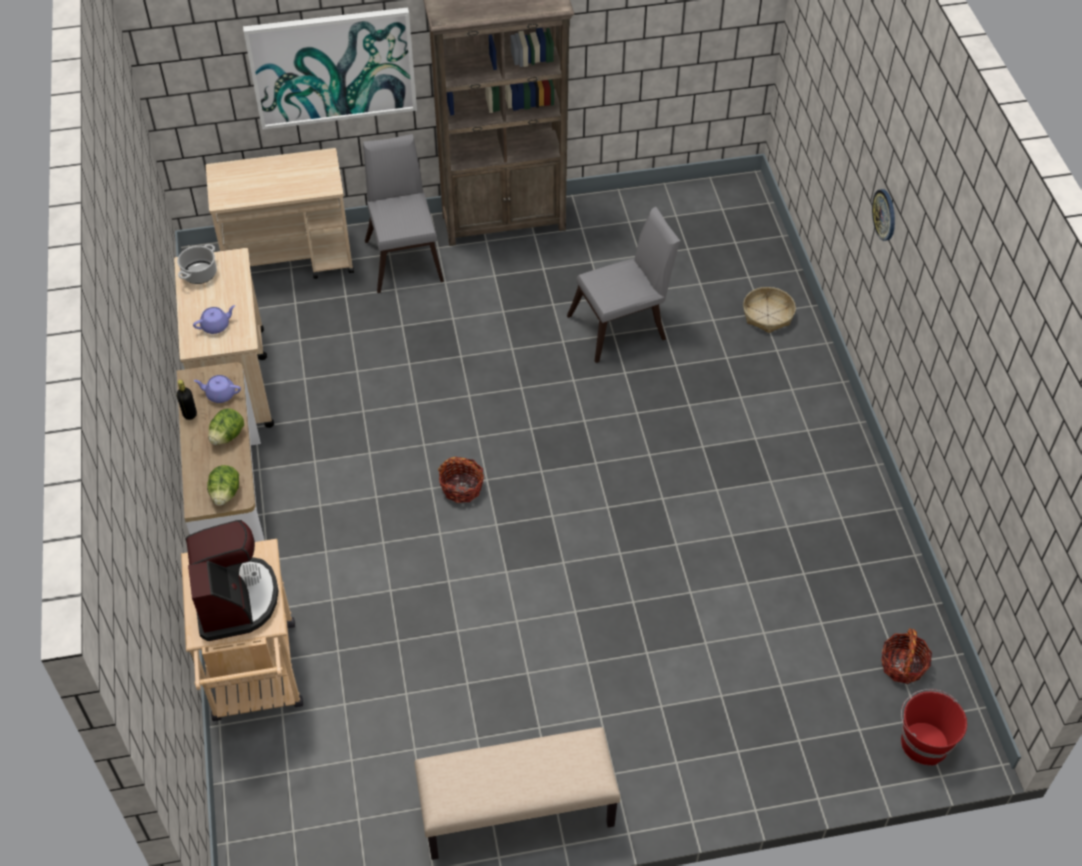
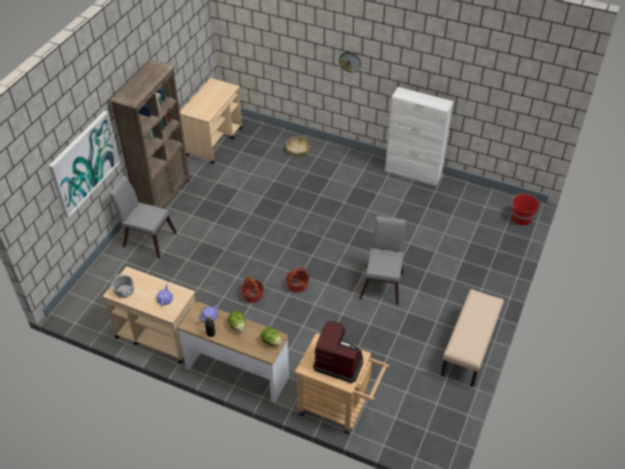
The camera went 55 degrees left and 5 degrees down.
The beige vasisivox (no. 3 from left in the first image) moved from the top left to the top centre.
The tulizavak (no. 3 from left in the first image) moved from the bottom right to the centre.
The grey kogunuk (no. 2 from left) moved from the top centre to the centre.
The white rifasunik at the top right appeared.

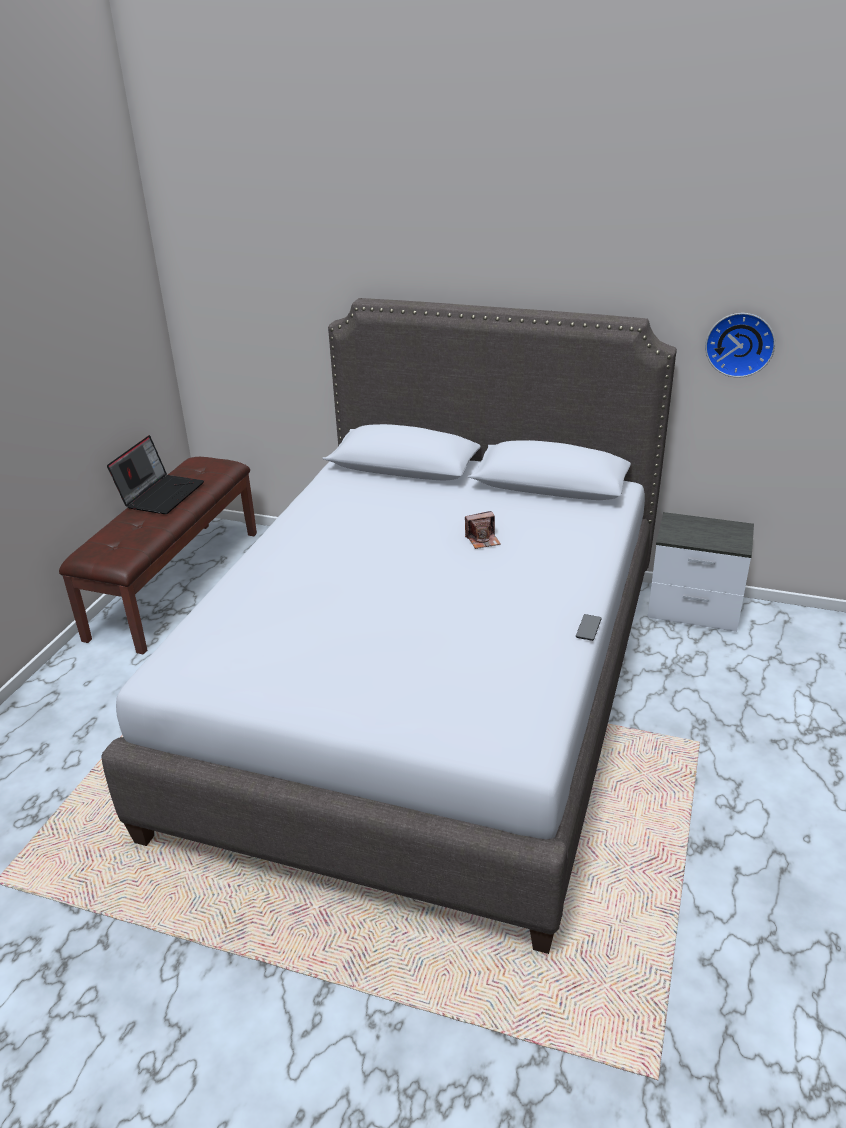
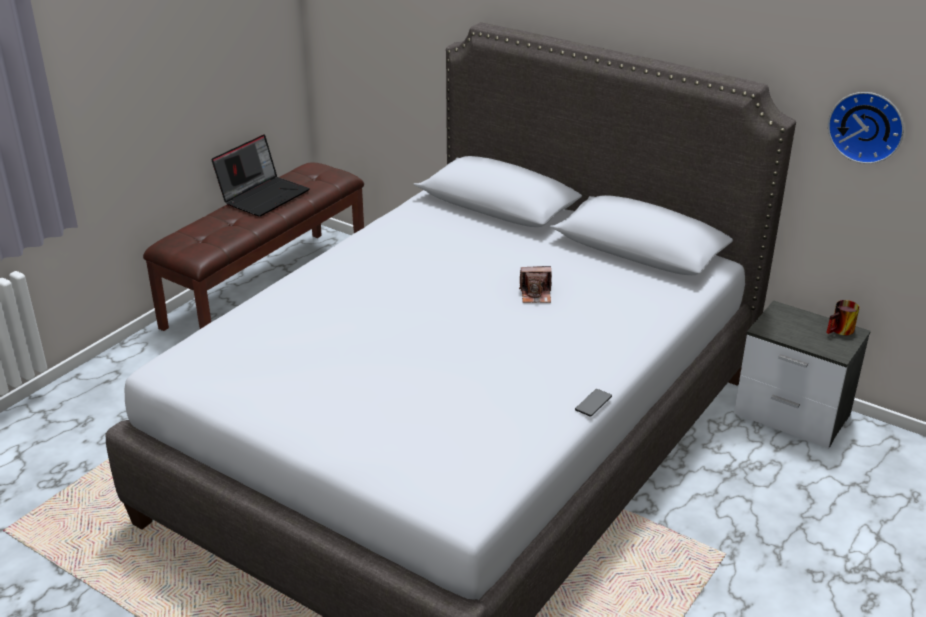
The camera went 15 degrees right and 0 degrees up.
The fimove at the middle right appeared.

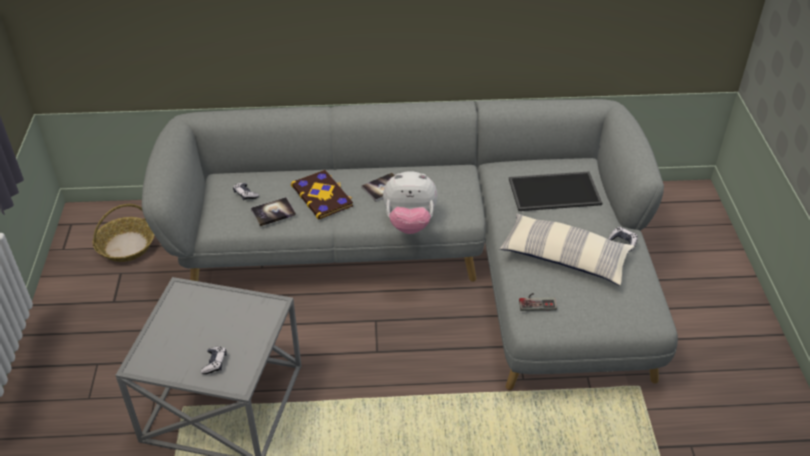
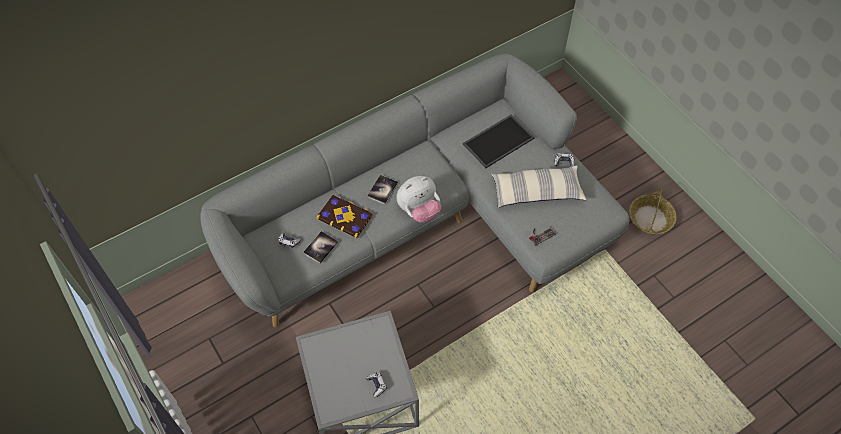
The camera went 30 degrees left and 15 degrees up.
The tulizavak moved from the middle left to the middle right.

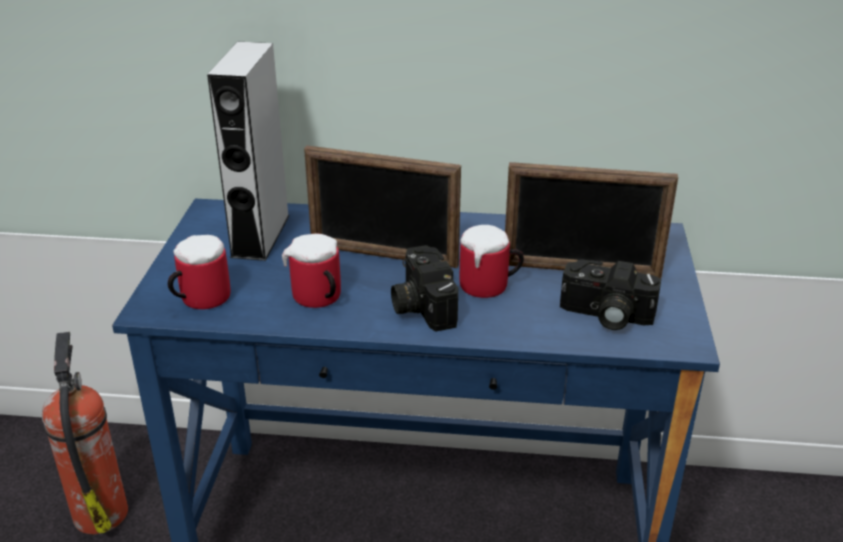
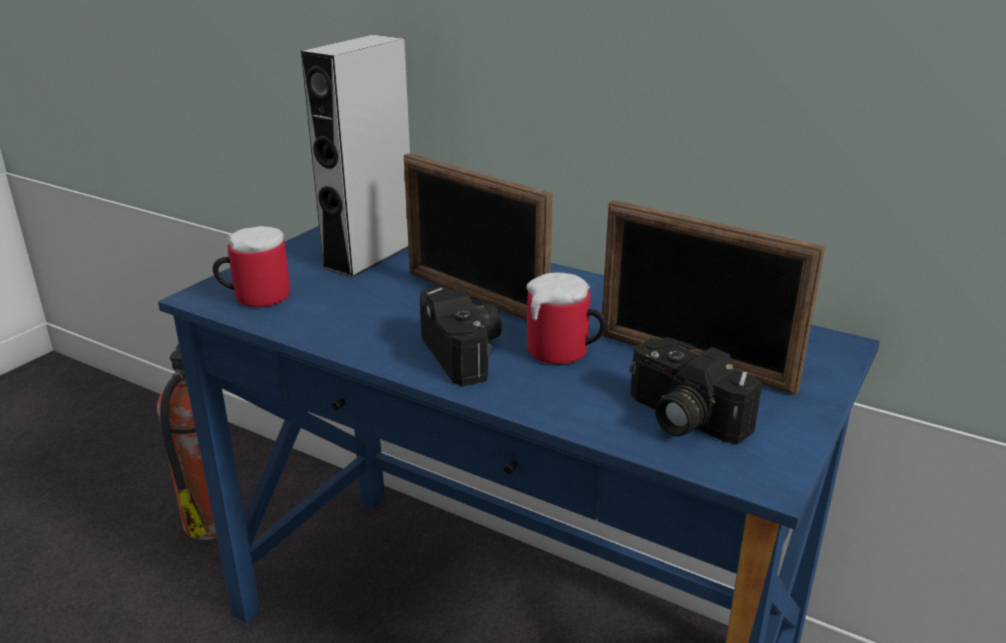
The camera went 25 degrees right and 5 degrees down.
The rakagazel (no. 1 from left) at the centre turned 150 degrees clockwise.
The fimove (no. 2 from left) at the centre disappeared.

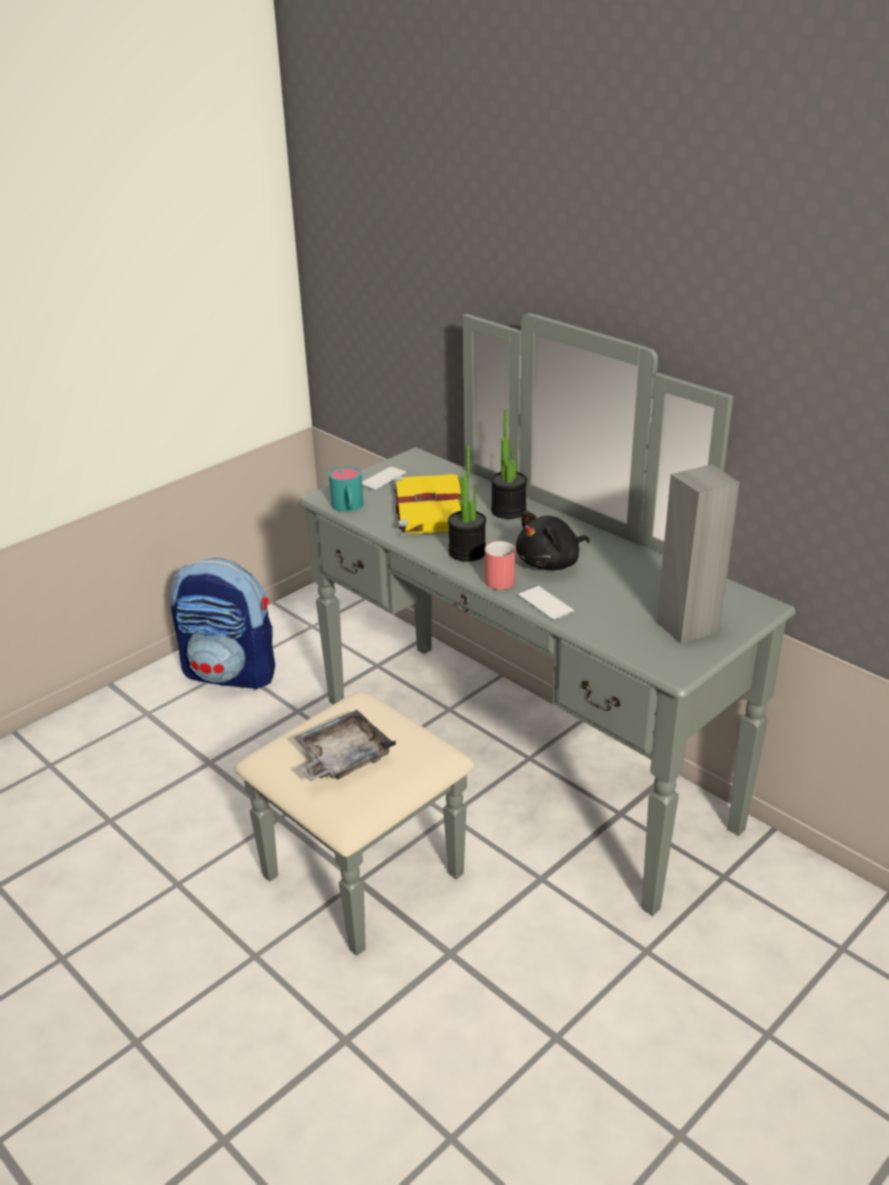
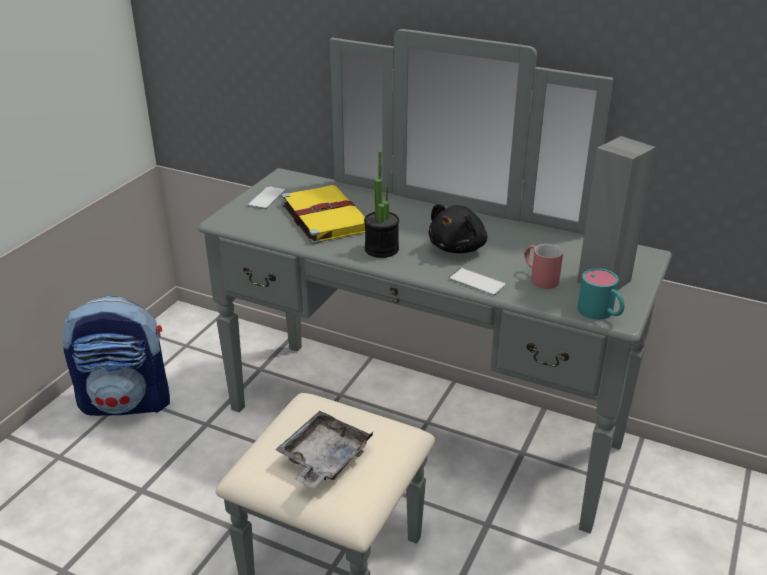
The camera went 20 degrees left and 0 degrees up.
The red fimove moved from the centre to the middle right.
The turquoise fimove moved from the centre to the middle right.
The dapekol (no. 2 from left) at the centre disappeared.

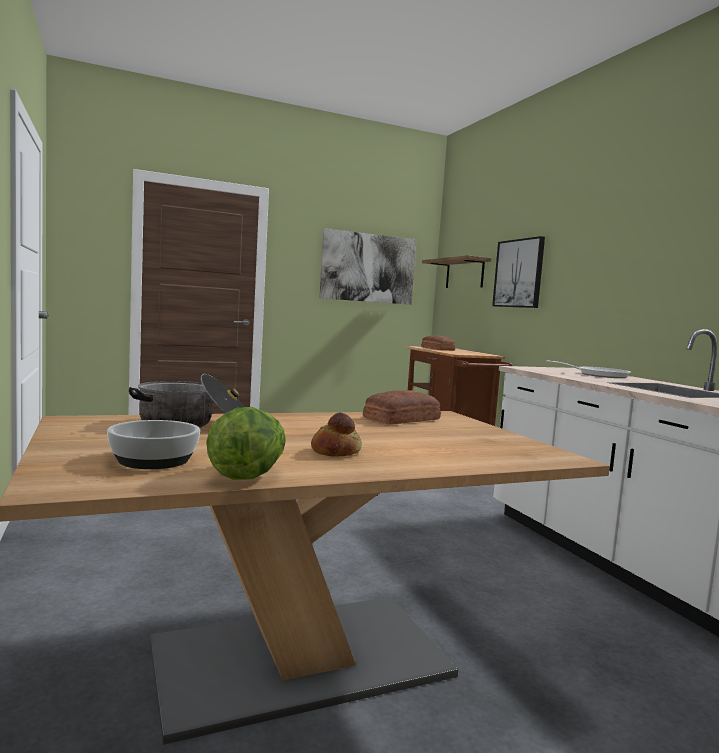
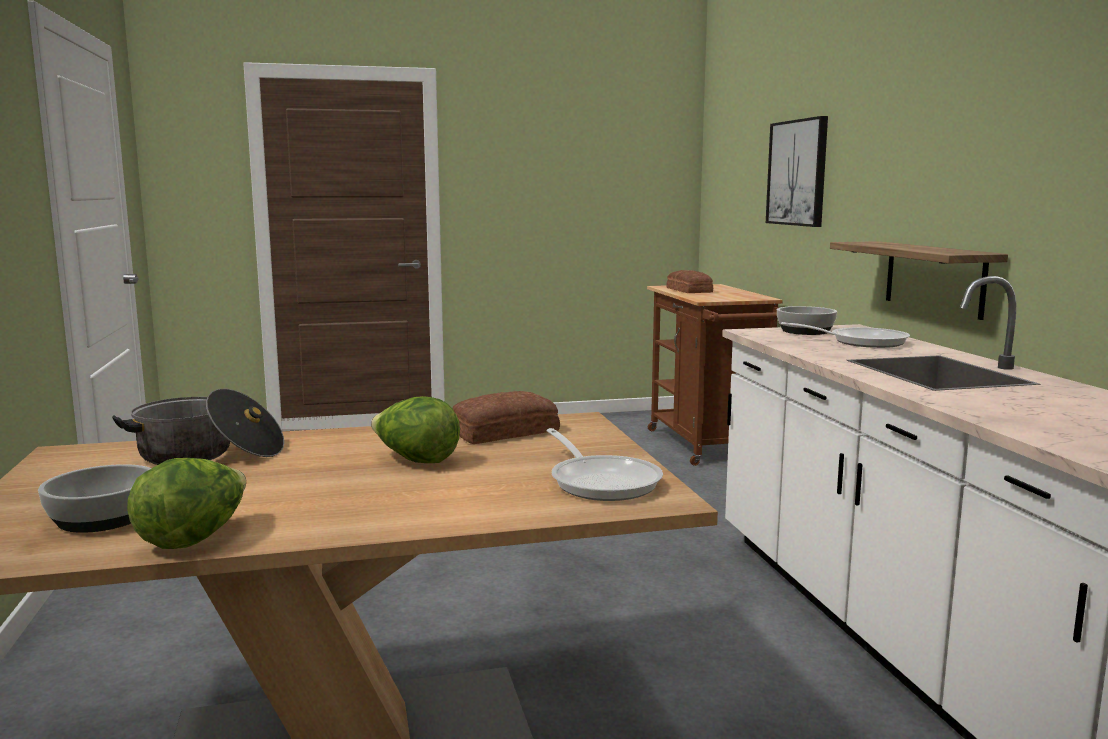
The camera went 10 degrees right and 5 degrees up.
The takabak (no. 2 from left) at the centre appeared.
The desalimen (no. 1 from left) at the centre appeared.
The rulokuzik (no. 2 from left) at the middle right appeared.
The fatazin moved from the centre to the middle right.
The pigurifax (no. 1 from left) at the centre disappeared.
The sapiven (no. 1 from left) at the centre disappeared.

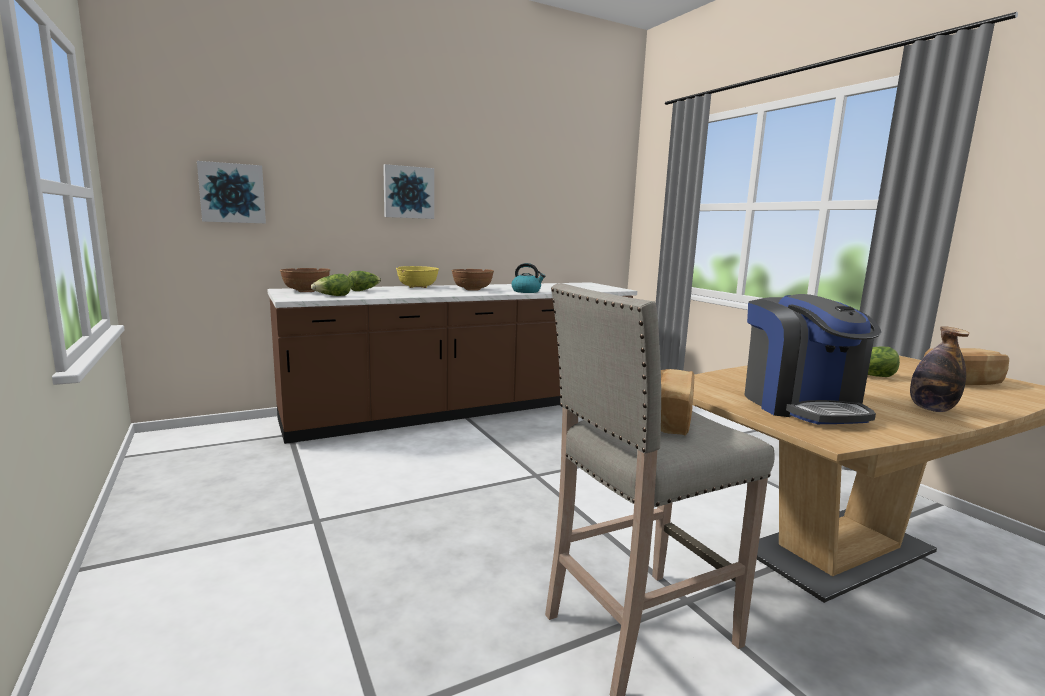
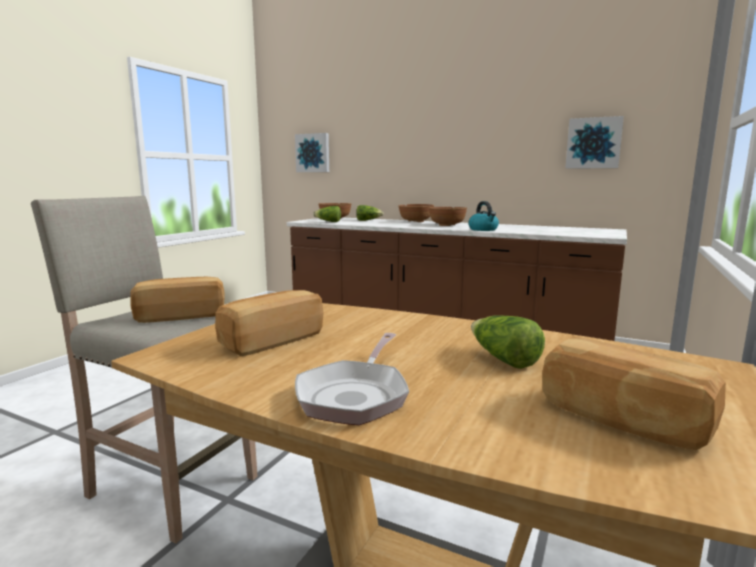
The camera went 55 degrees right and 0 degrees up.
The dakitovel at the middle right was replaced by the pigurifax (no. 2 from left) at the centre.
The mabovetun at the middle right was replaced by the desalimen at the bottom centre.
The yellow rulokuzik at the centre became the brown rulokuzik (no. 2 from left) at the centre.
The sapiven (no. 2 from left) moved from the top centre to the top right.

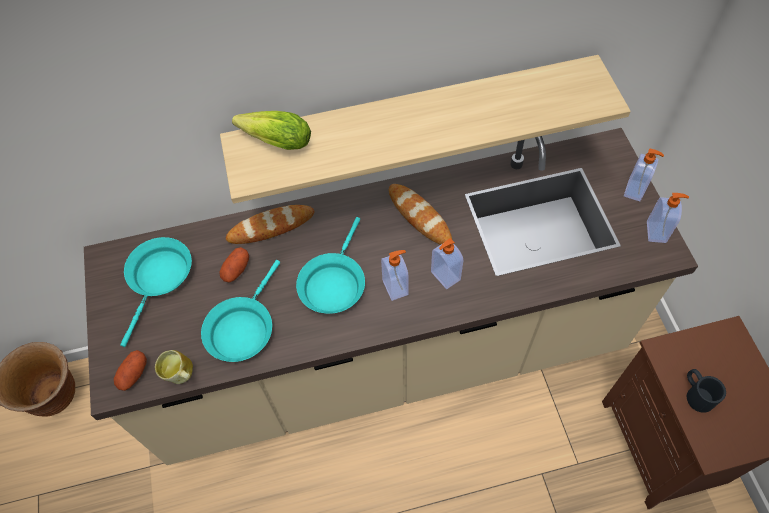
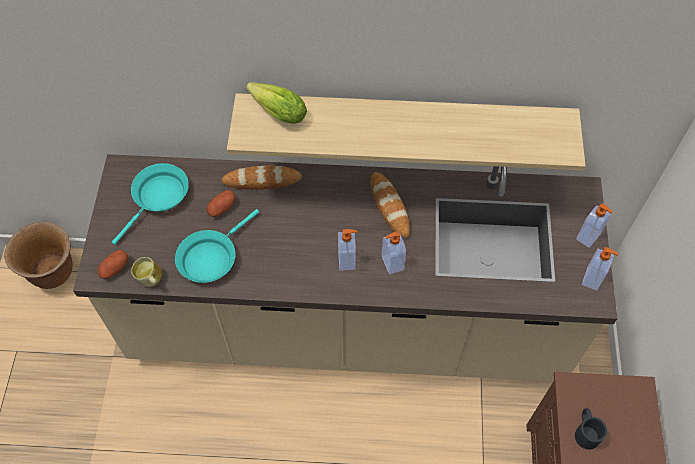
The camera went 15 degrees right and 0 degrees up.
The turquoise desalimen (no. 3 from left) at the centre disappeared.

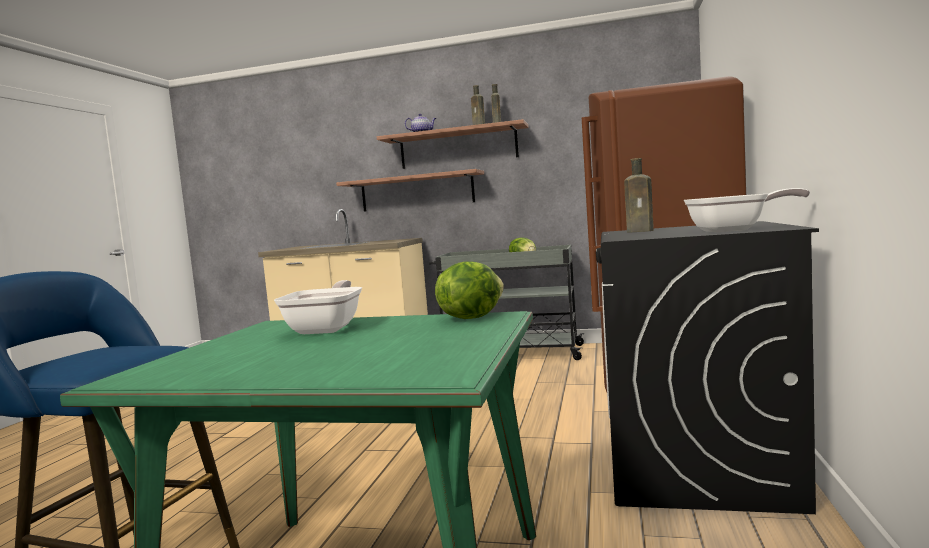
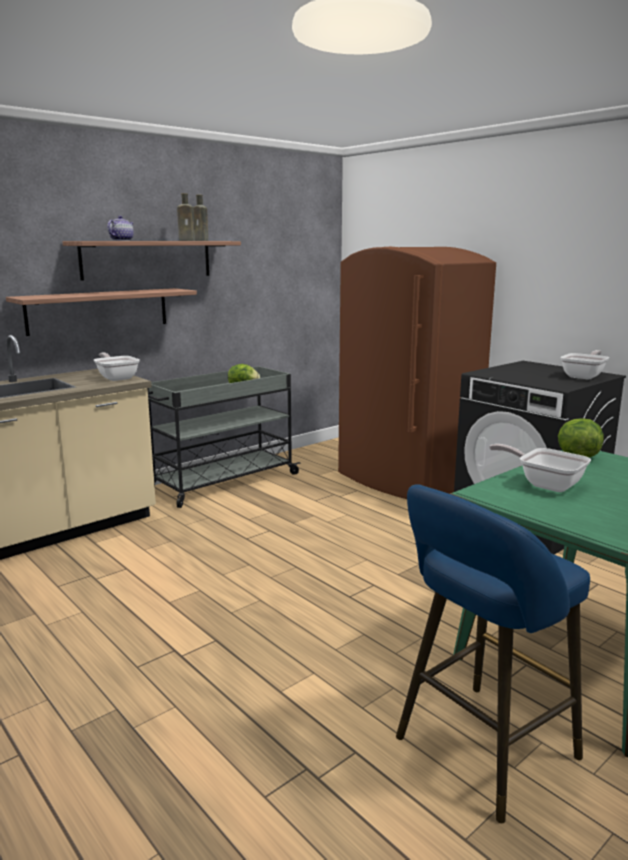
The camera went 55 degrees left and 10 degrees up.
The desalimen (no. 1 from left) at the middle left appeared.
The brown mabovetun (no. 3 from left) at the middle right disappeared.

